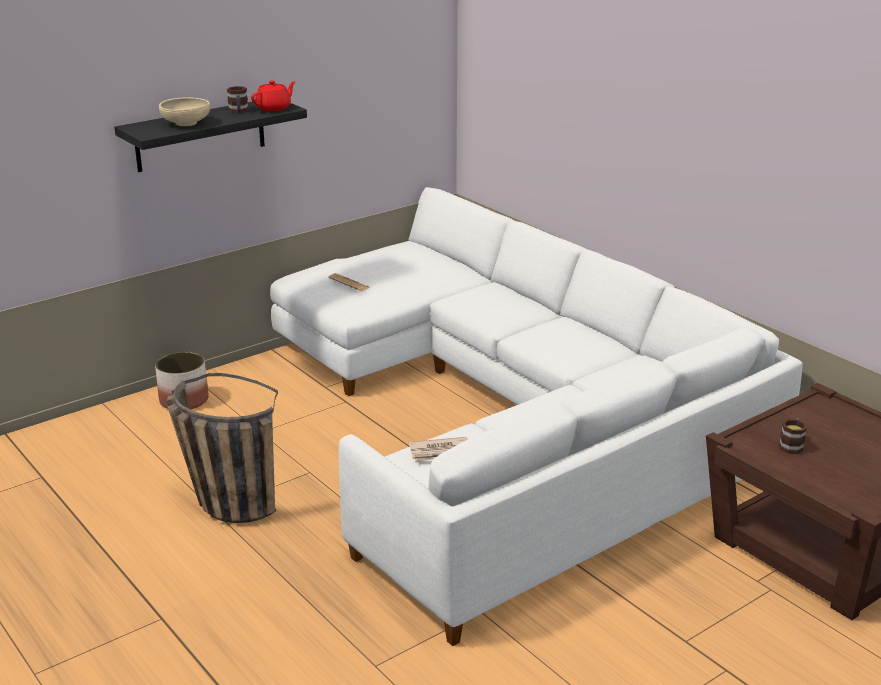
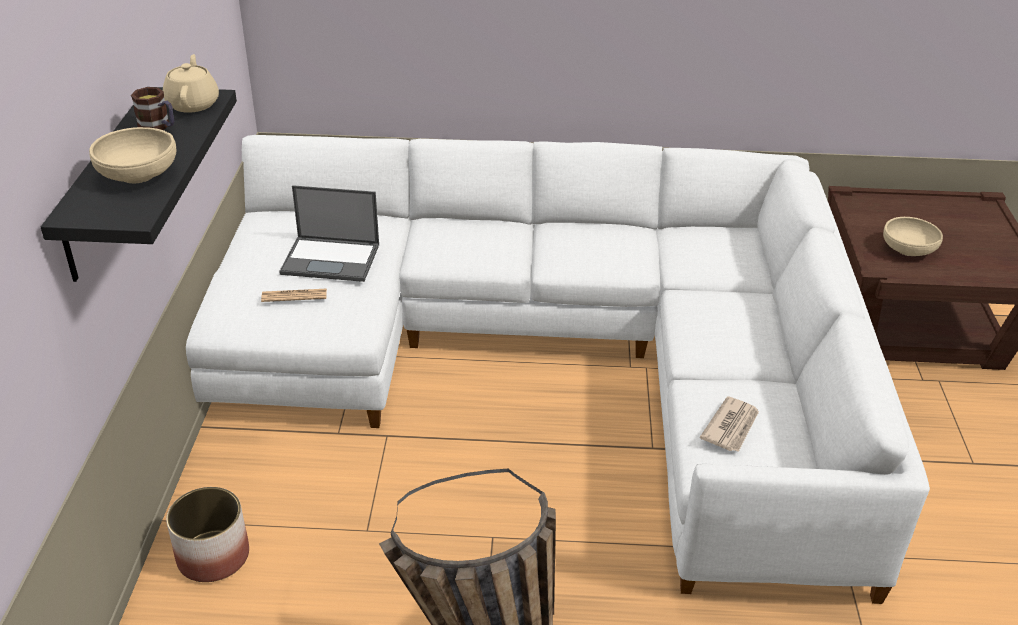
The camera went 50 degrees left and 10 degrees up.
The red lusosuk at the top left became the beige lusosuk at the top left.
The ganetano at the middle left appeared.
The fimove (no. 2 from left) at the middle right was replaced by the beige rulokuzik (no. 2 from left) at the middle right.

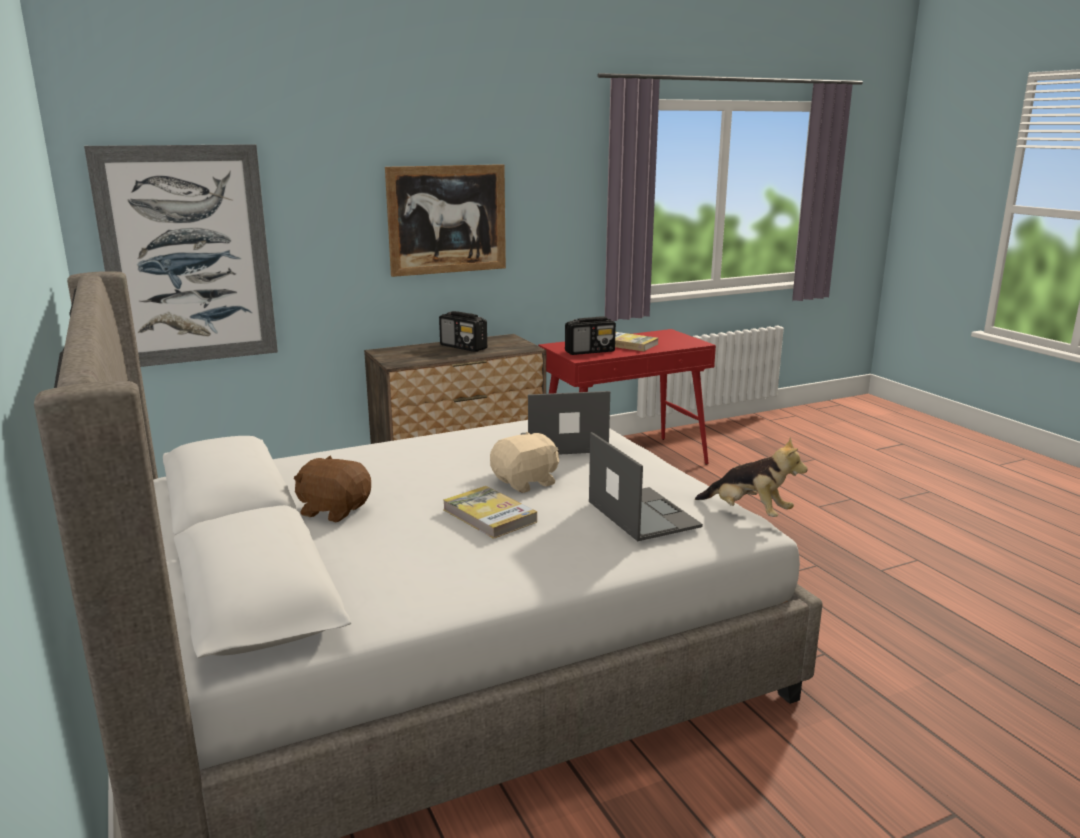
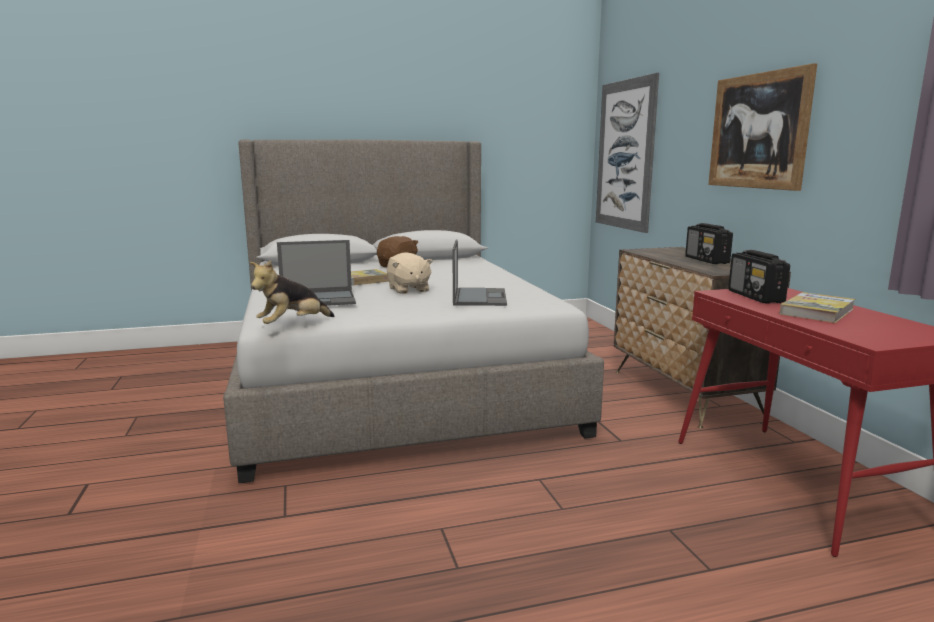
The camera went 100 degrees right and 5 degrees down.
The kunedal (no. 1 from left) at the centre turned 60 degrees counterclockwise.

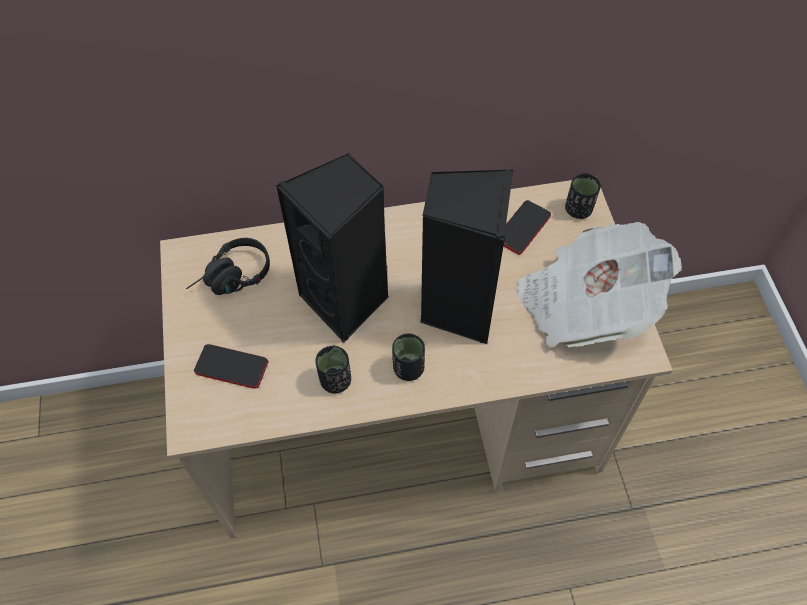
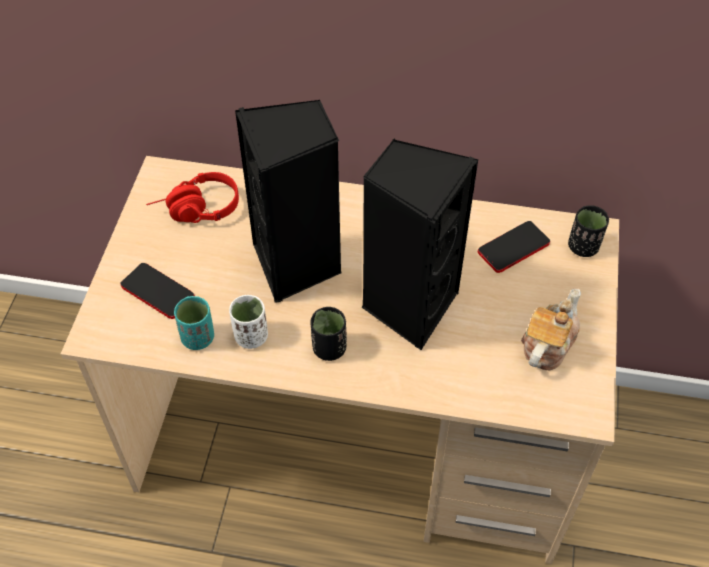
The camera went 20 degrees right and 5 degrees down.
The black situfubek at the middle left became the red situfubek at the middle left.
The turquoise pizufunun at the middle left appeared.
The black pizufunun (no. 1 from left) at the centre became the white pizufunun at the centre.
The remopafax at the middle right was replaced by the lusosuk at the middle right.

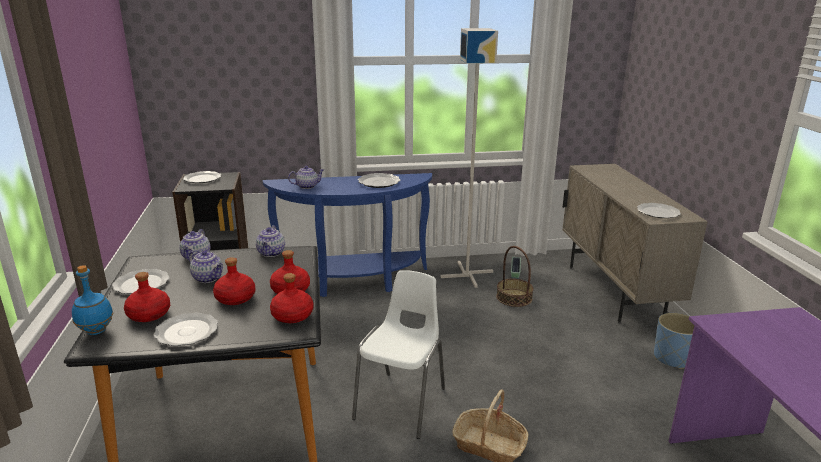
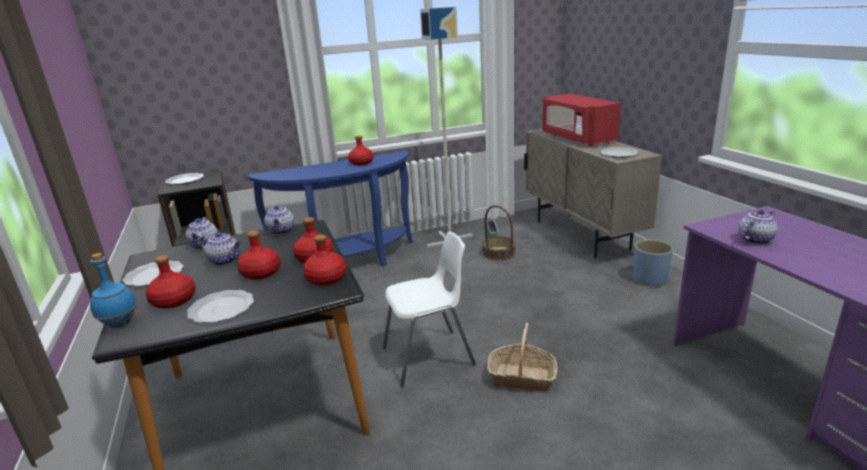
The camera went 10 degrees left and 0 degrees up.
The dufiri (no. 4 from left) at the centre was replaced by the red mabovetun (no. 5 from left) at the top centre.
The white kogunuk at the bottom centre turned 60 degrees clockwise.
The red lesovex at the top right appeared.
The lusosuk (no. 4 from left) moved from the centre to the middle right.

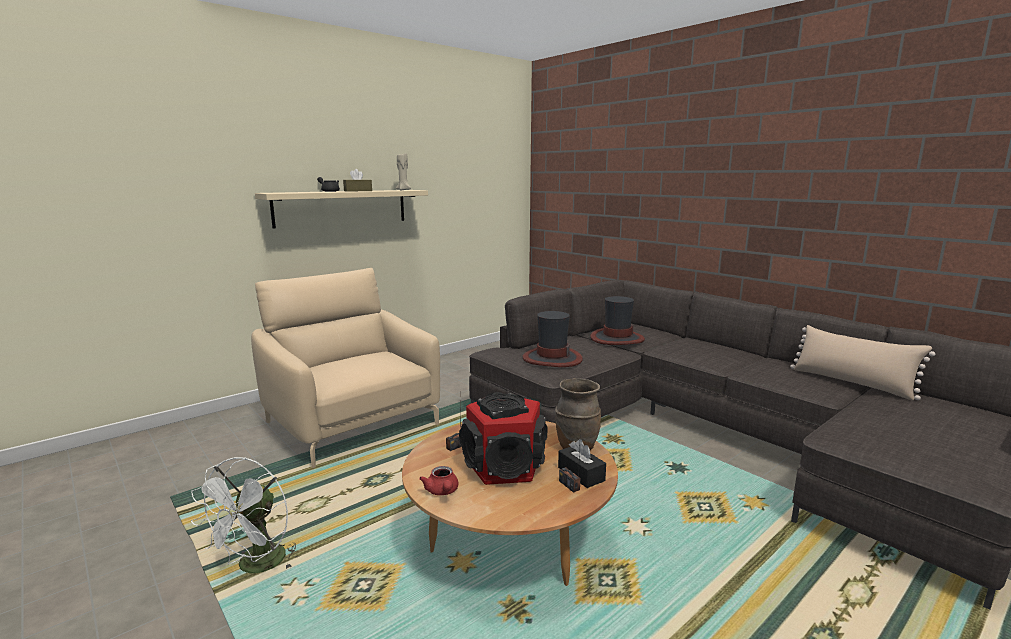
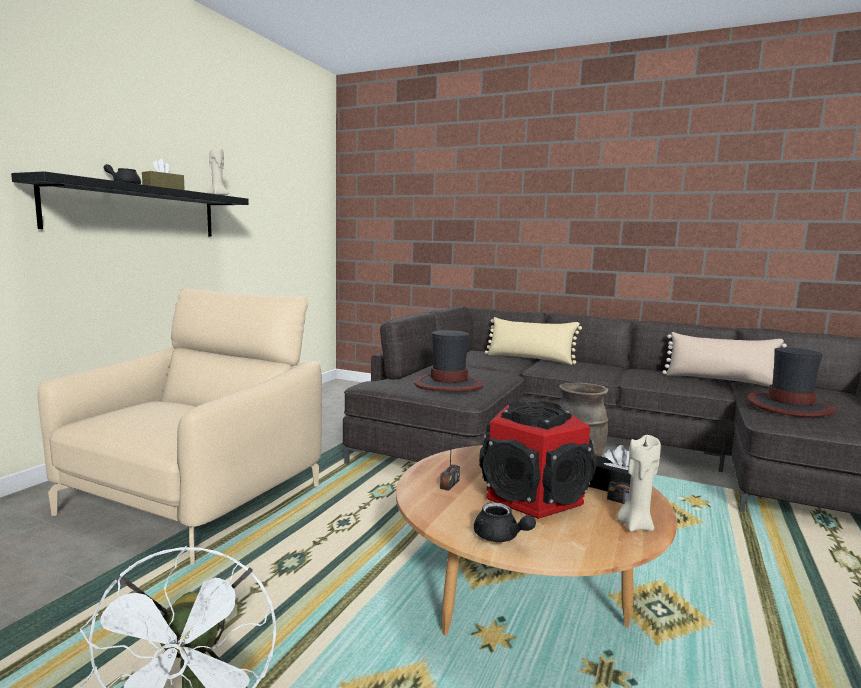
The camera went 25 degrees left and 5 degrees down.
The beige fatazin at the top centre became the black fatazin at the top left.
The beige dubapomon at the centre turned 90 degrees clockwise.
The red lusosuk at the bottom centre became the black lusosuk (no. 2 from left) at the bottom centre.
The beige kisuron (no. 1 from left) at the centre appeared.
The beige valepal (no. 2 from left) at the bottom right appeared.
The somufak (no. 2 from left) moved from the centre to the middle right.

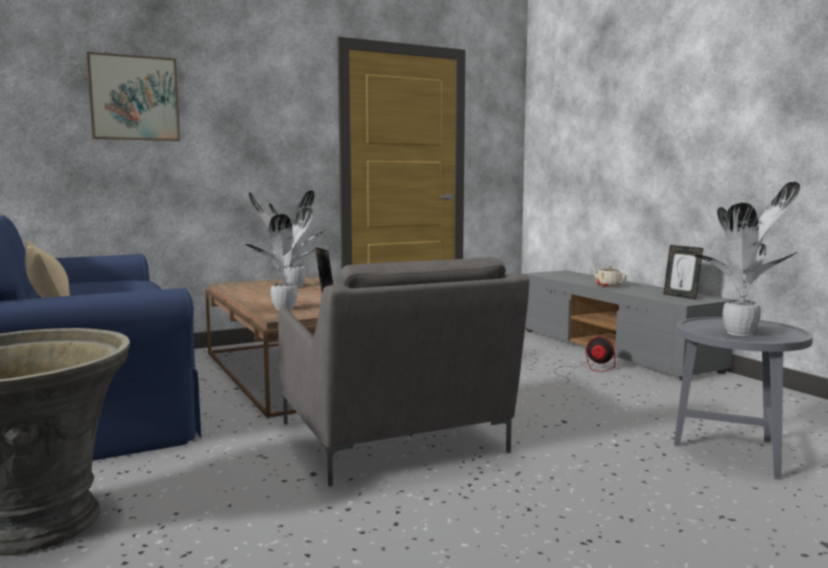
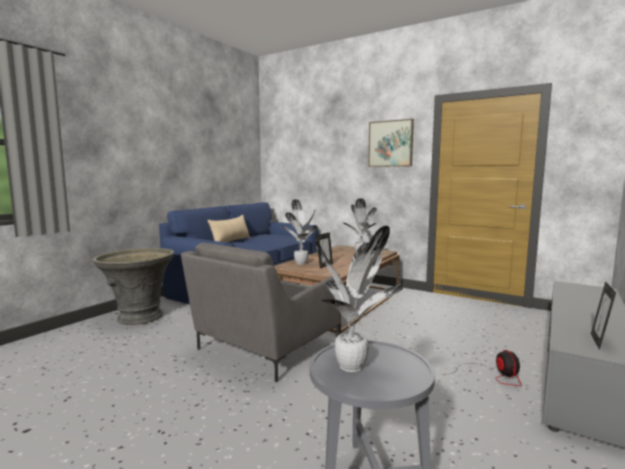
The camera went 60 degrees right and 0 degrees up.
The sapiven moved from the top left to the top centre.
The beige lusosuk at the middle right disappeared.

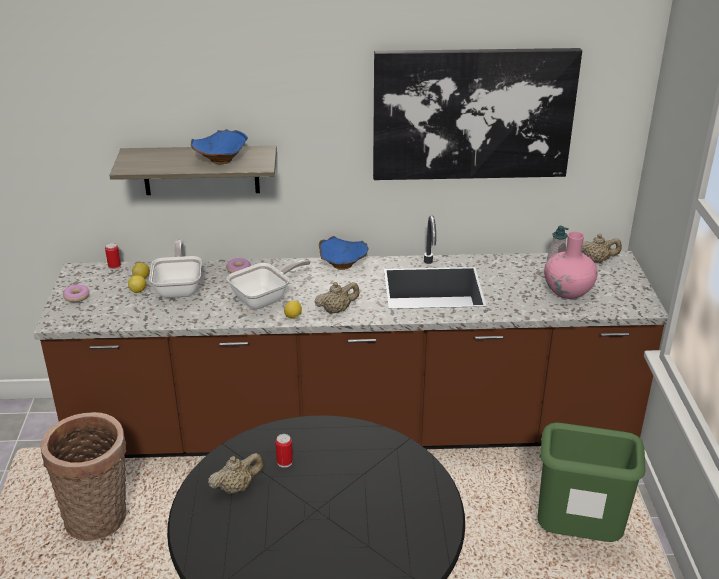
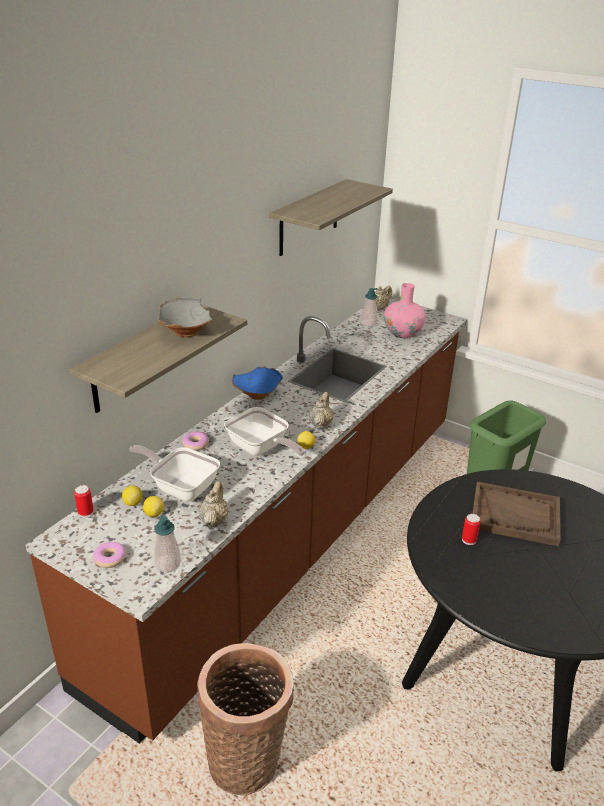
The camera went 55 degrees left and 0 degrees up.
The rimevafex (no. 1 from left) at the bottom left appeared.
The blue rulokuzik (no. 1 from left) at the top left became the grey rulokuzik at the middle left.
The beige lusosuk (no. 1 from left) moved from the bottom left to the centre.
The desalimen (no. 2 from left) at the centre turned 135 degrees clockwise.
The sapiven at the top centre was replaced by the fatazin (no. 2 from left) at the top centre.
The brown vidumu at the middle right appeared.

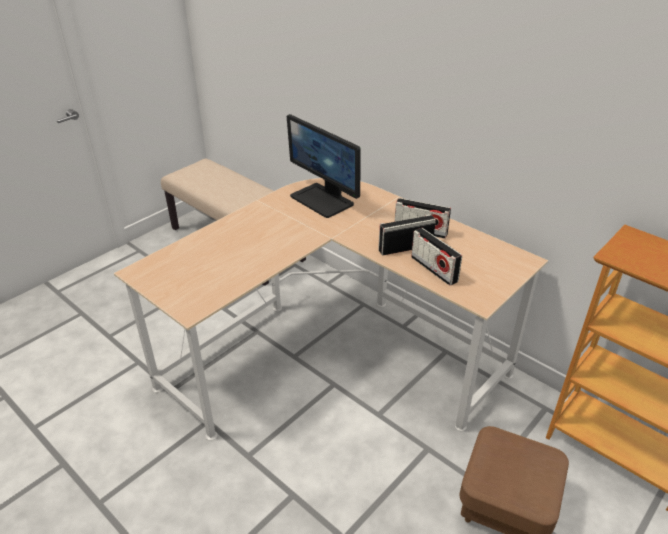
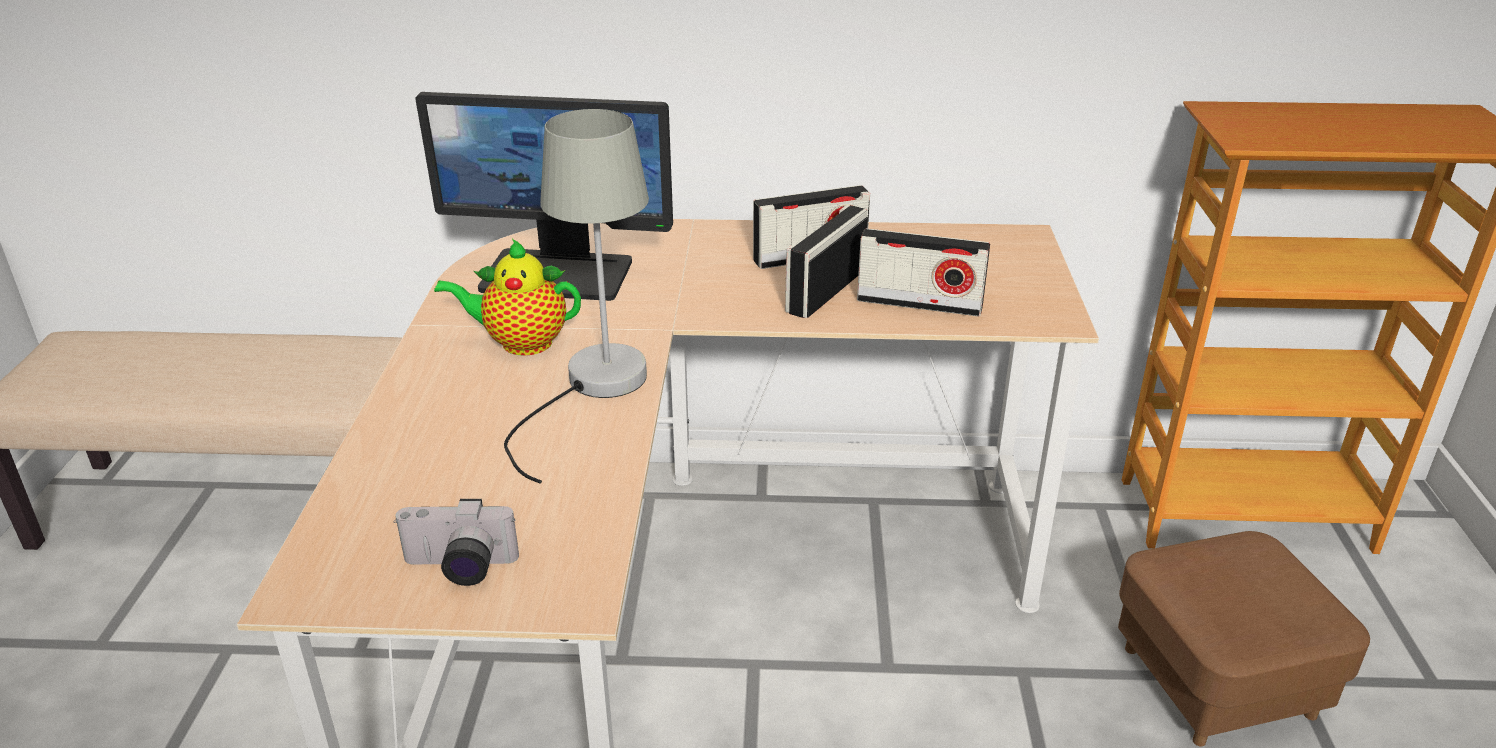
The camera went 40 degrees left and 5 degrees down.
The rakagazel at the bottom left appeared.
The lusosuk at the centre appeared.
The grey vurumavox at the centre appeared.

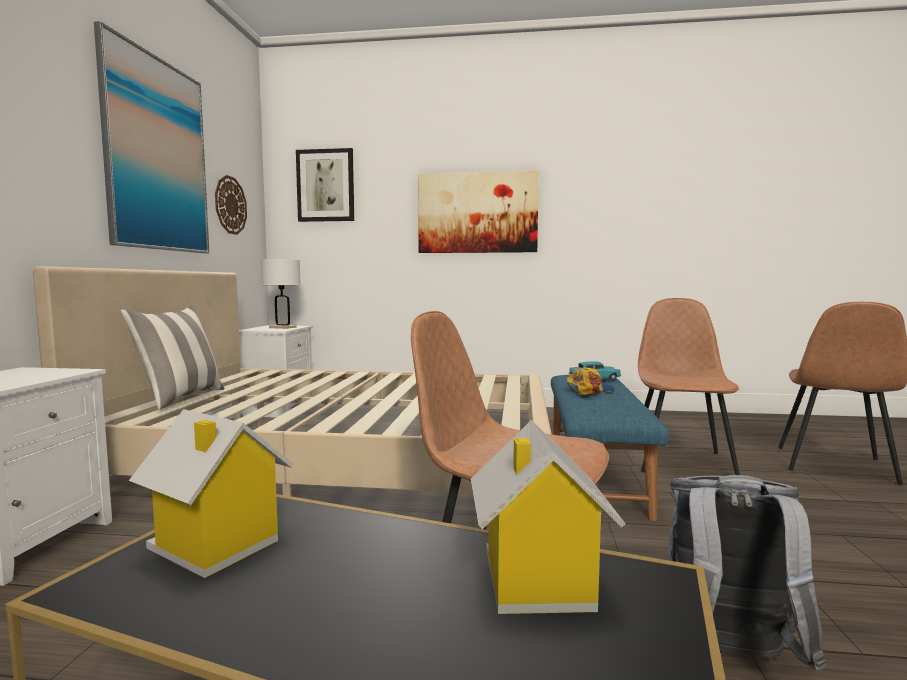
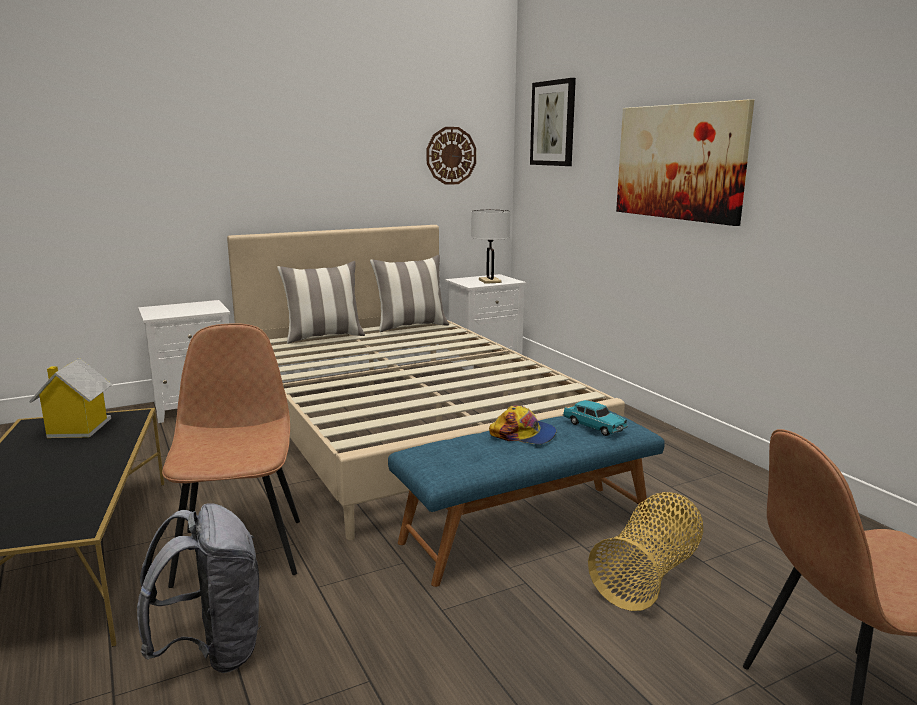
The camera went 55 degrees right and 10 degrees up.
The kisuron (no. 2 from left) at the centre appeared.
The brown kogunuk (no. 2 from left) at the middle right was replaced by the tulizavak at the bottom right.
The sapiven (no. 1 from left) at the top left disappeared.
The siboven (no. 2 from left) at the bottom centre disappeared.

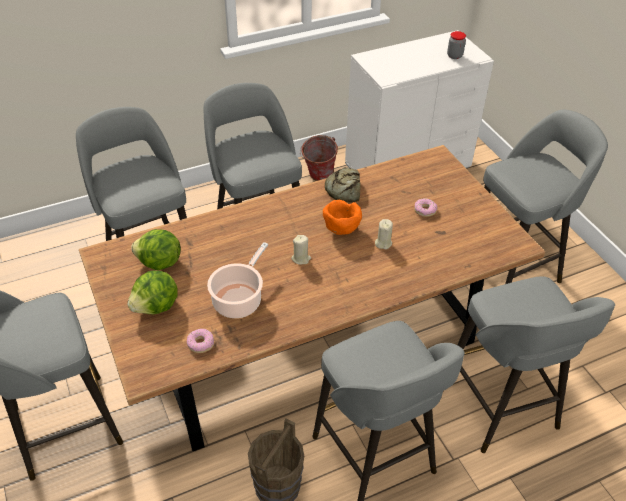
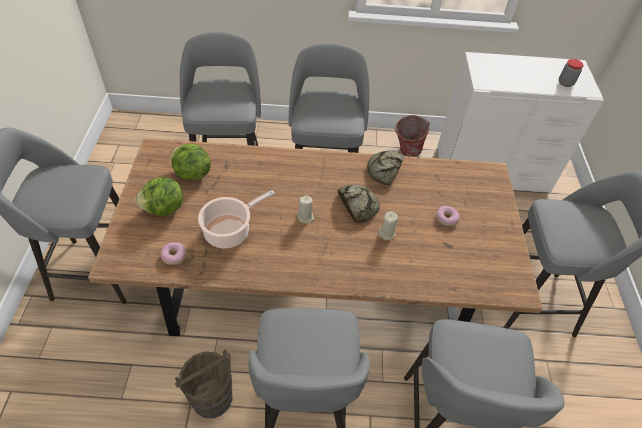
The camera went 25 degrees right and 5 degrees up.
The orange rulokuzik at the centre was replaced by the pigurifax (no. 1 from left) at the centre.

